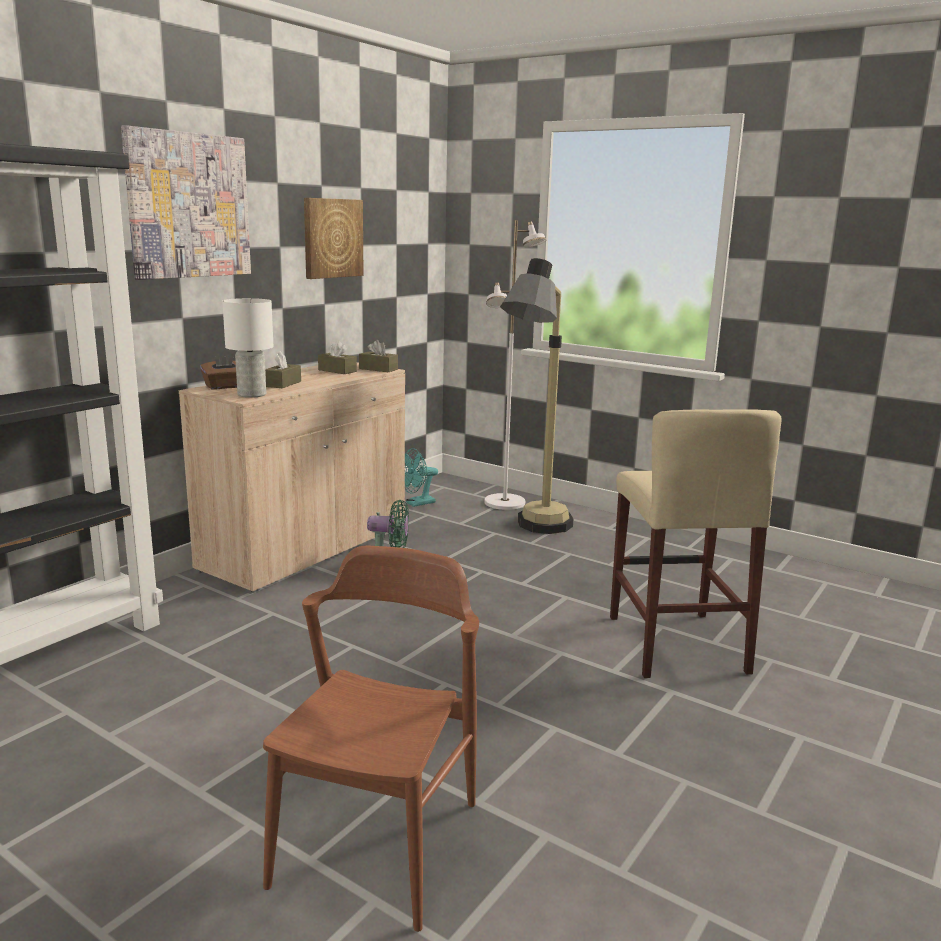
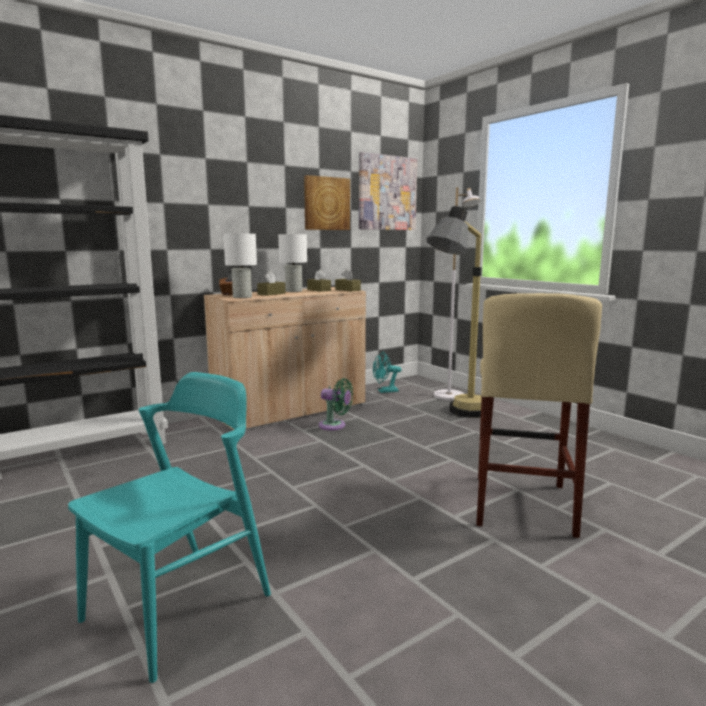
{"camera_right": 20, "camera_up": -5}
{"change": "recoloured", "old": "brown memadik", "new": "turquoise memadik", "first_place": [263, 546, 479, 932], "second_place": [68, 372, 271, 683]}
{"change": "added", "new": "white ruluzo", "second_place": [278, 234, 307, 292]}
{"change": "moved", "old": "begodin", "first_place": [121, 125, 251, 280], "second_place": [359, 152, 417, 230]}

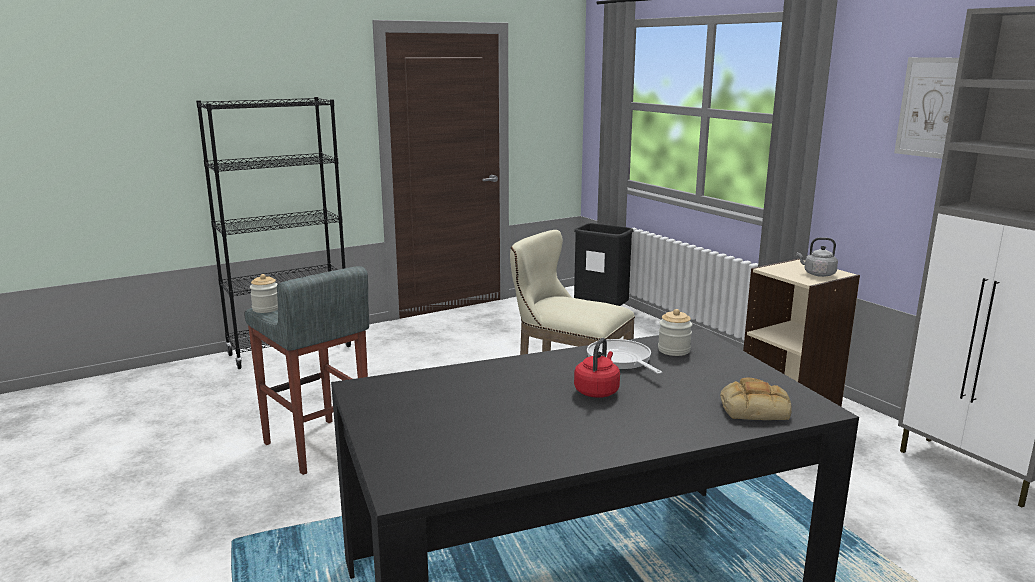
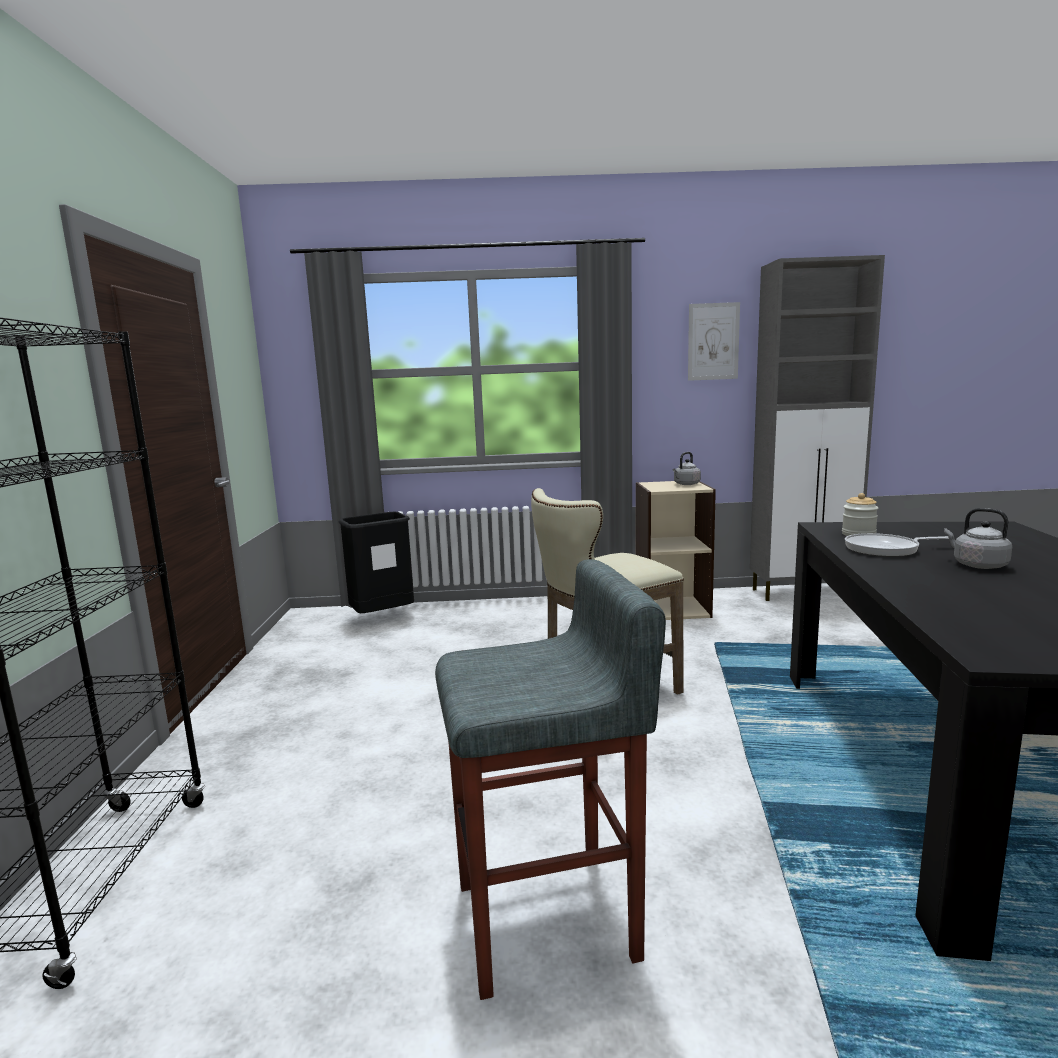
{"camera_right": -60, "camera_up": -5}
{"change": "recoloured", "old": "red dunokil", "new": "grey dunokil", "first_place": [574, 338, 620, 398], "second_place": [944, 508, 1012, 569]}
{"change": "removed", "old": "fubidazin", "first_place": [250, 274, 278, 313]}
{"change": "removed", "old": "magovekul", "first_place": [720, 378, 791, 420]}

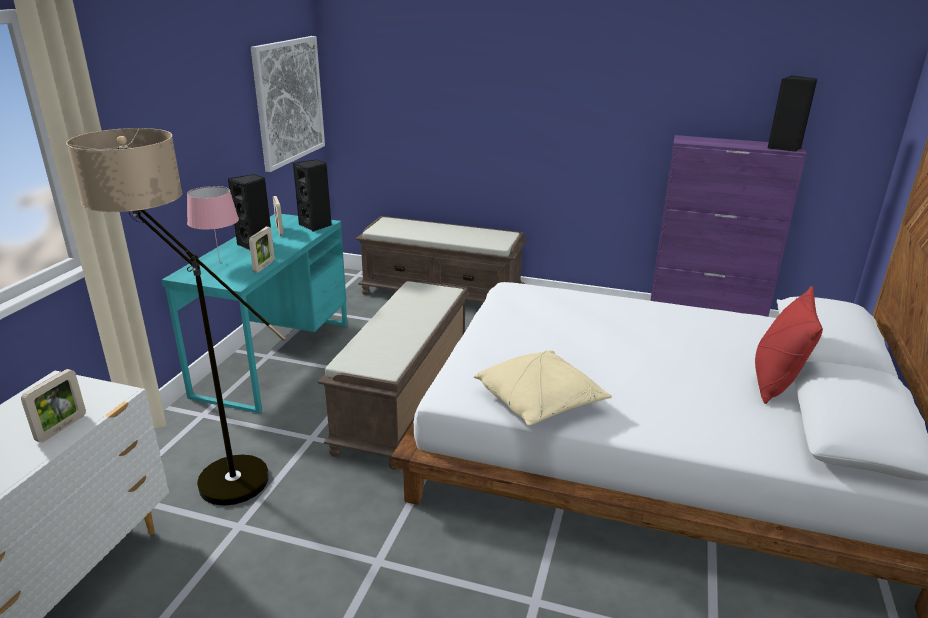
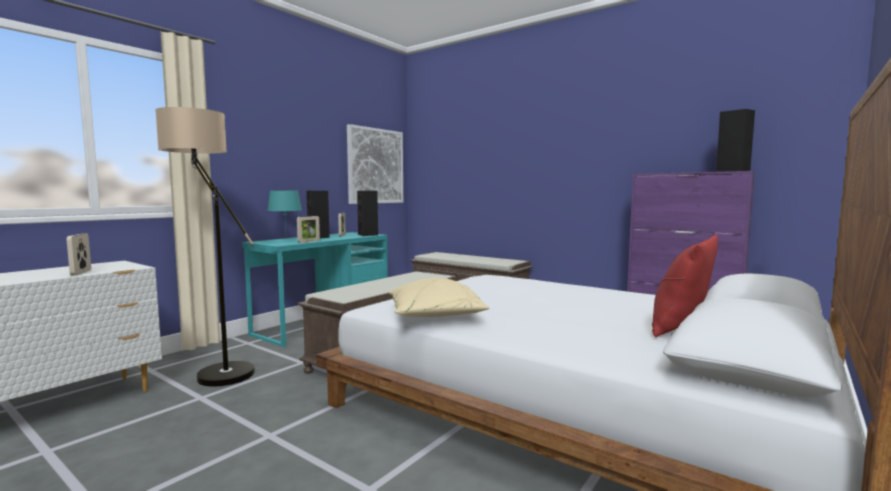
{"camera_right": 20, "camera_up": -20}
{"change": "turned", "old": "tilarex", "first_place": [21, 369, 86, 442], "second_place": [67, 233, 91, 276], "degrees": 120}
{"change": "recoloured", "old": "pink ruluzo", "new": "turquoise ruluzo", "first_place": [187, 186, 239, 262], "second_place": [268, 190, 302, 230]}

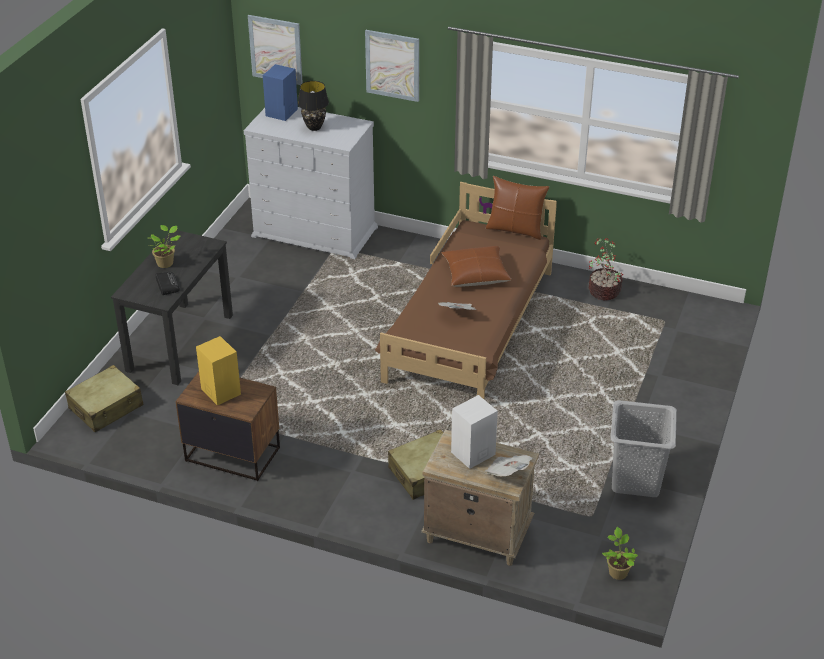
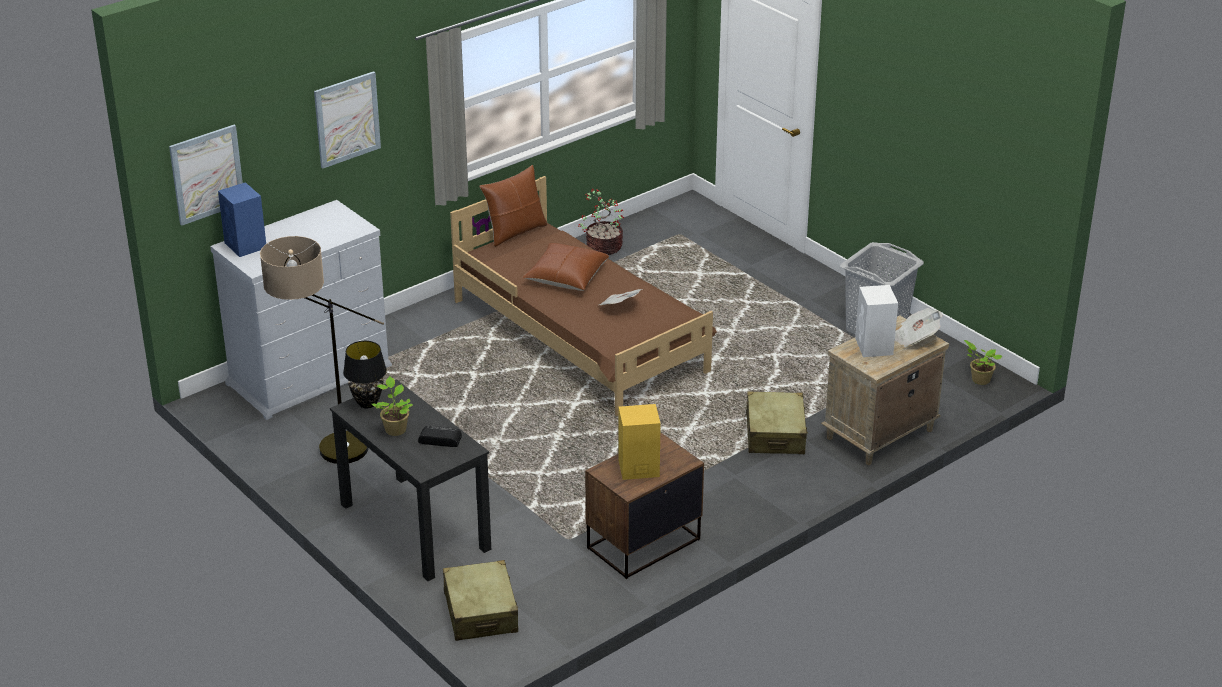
{"camera_right": -60, "camera_up": -5}
{"change": "added", "new": "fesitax", "second_place": [260, 236, 384, 464]}
{"change": "moved", "old": "black ruluzo", "first_place": [298, 81, 329, 131], "second_place": [343, 341, 387, 408]}

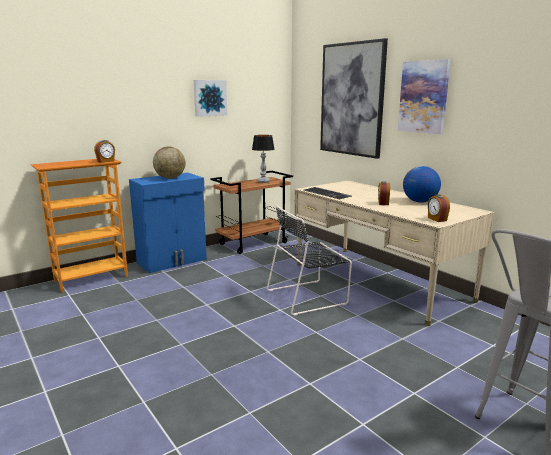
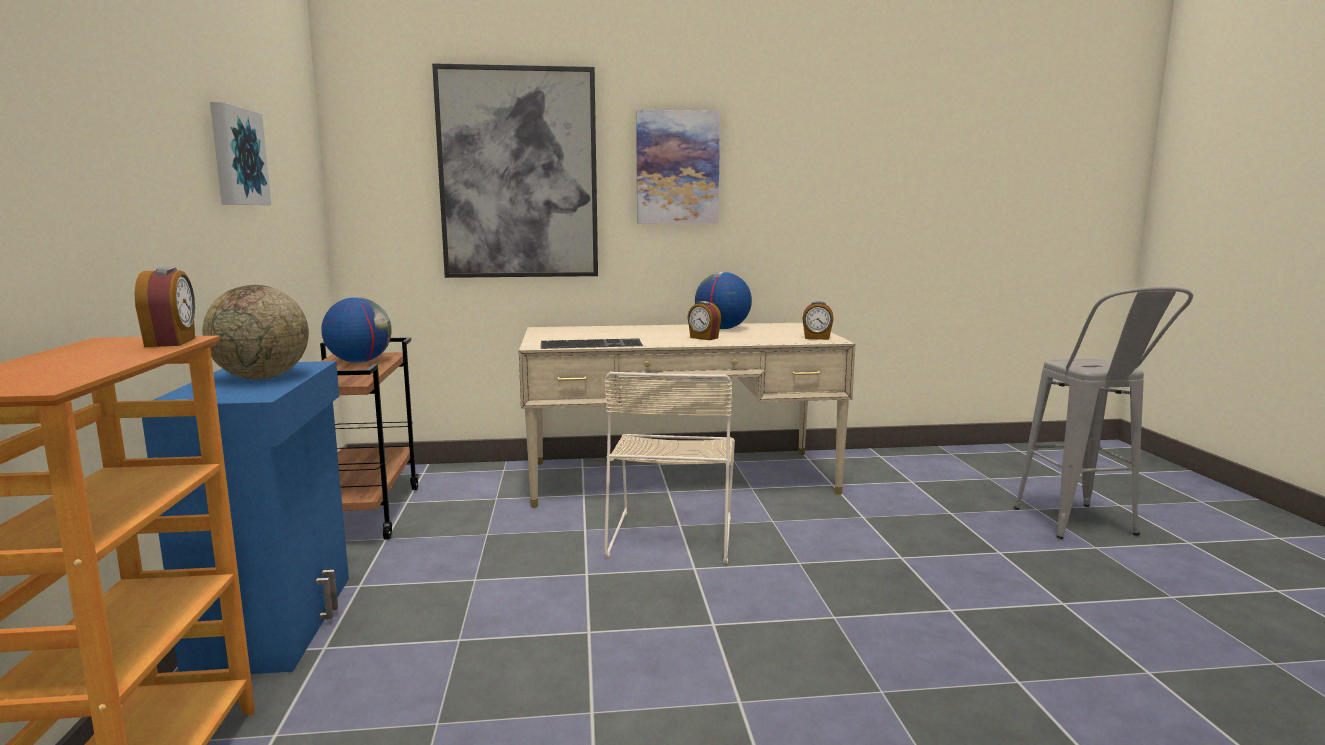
{"camera_right": -60, "camera_up": -5}
{"change": "replaced", "old": "ruluzo", "new": "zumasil", "first_place": [252, 135, 274, 183], "second_place": [321, 297, 392, 363]}
{"change": "recoloured", "old": "black memadik", "new": "beige memadik", "first_place": [267, 205, 352, 316], "second_place": [604, 372, 735, 564]}

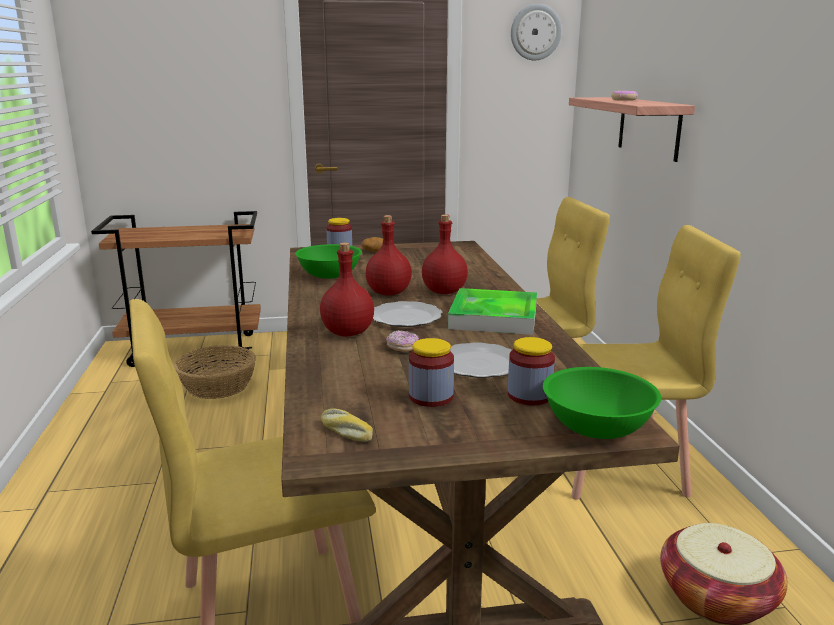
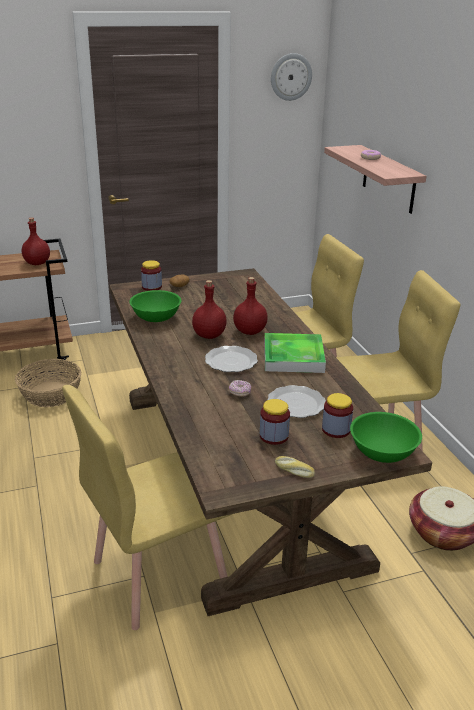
{"camera_right": -10, "camera_up": 10}
{"change": "moved", "old": "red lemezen", "first_place": [320, 243, 374, 337], "second_place": [22, 218, 50, 265]}
{"change": "moved", "old": "magovekul", "first_place": [321, 409, 373, 442], "second_place": [275, 456, 315, 478]}

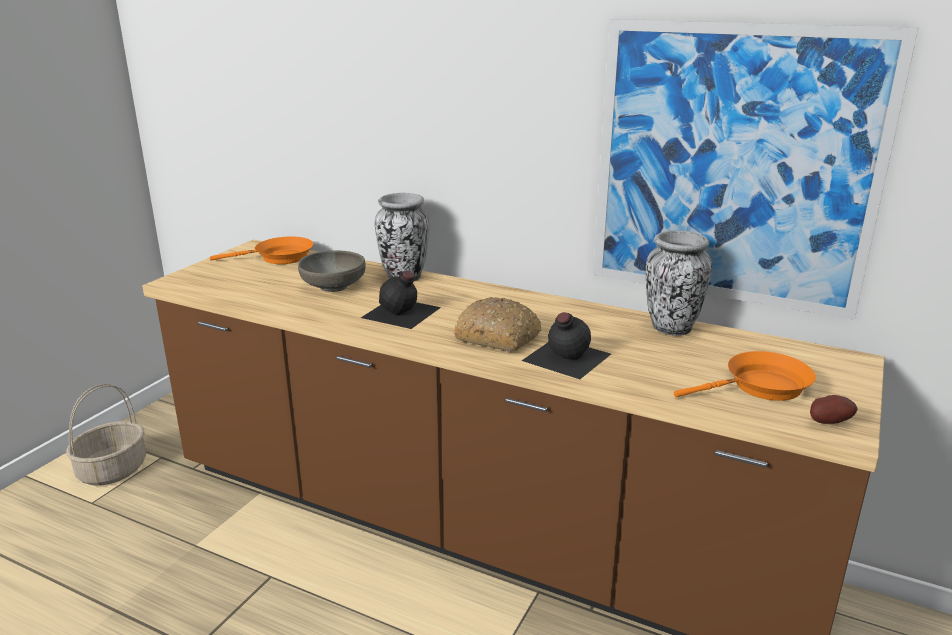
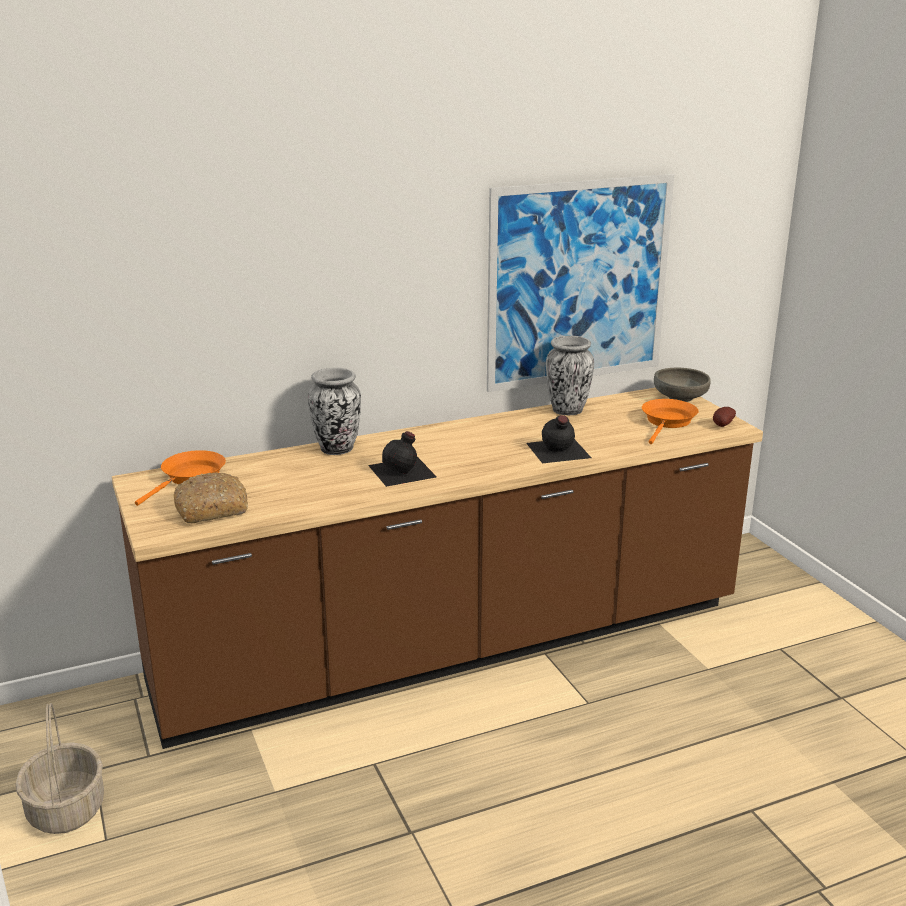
{"camera_right": -50, "camera_up": 0}
{"change": "moved", "old": "magovekul", "first_place": [453, 297, 541, 352], "second_place": [174, 473, 248, 523]}
{"change": "moved", "old": "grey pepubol", "first_place": [298, 251, 366, 292], "second_place": [654, 368, 711, 402]}

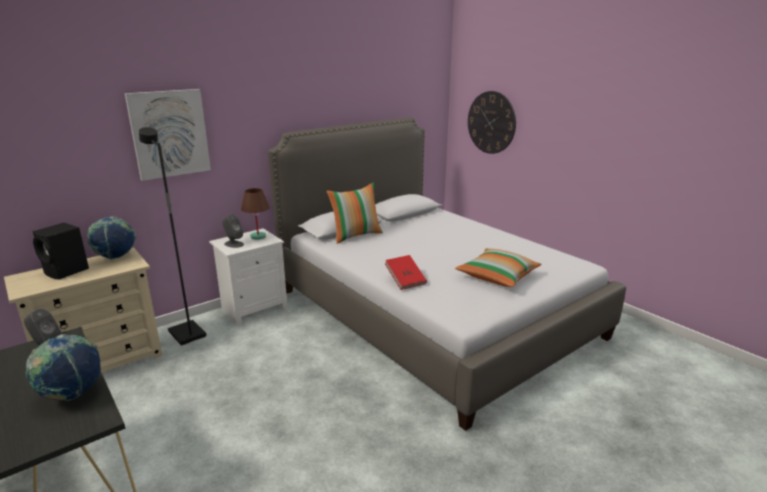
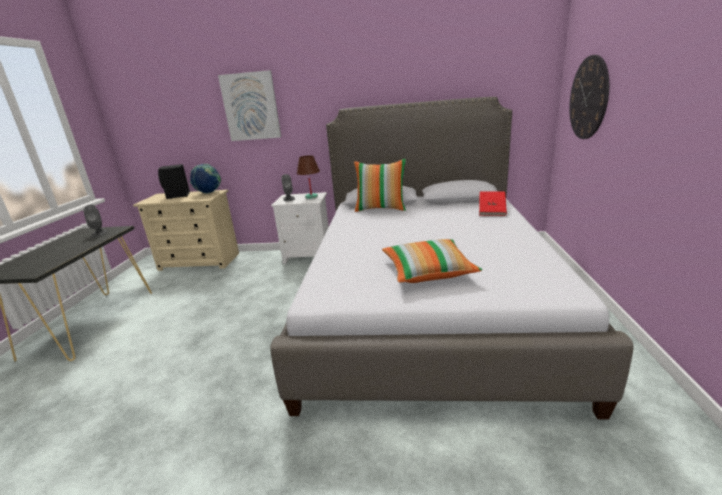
{"camera_right": 45, "camera_up": 0}
{"change": "moved", "old": "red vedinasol", "first_place": [385, 255, 427, 290], "second_place": [479, 192, 507, 216]}
{"change": "removed", "old": "zumasil", "first_place": [25, 334, 101, 401]}
{"change": "removed", "old": "black fesitax", "first_place": [139, 127, 206, 346]}

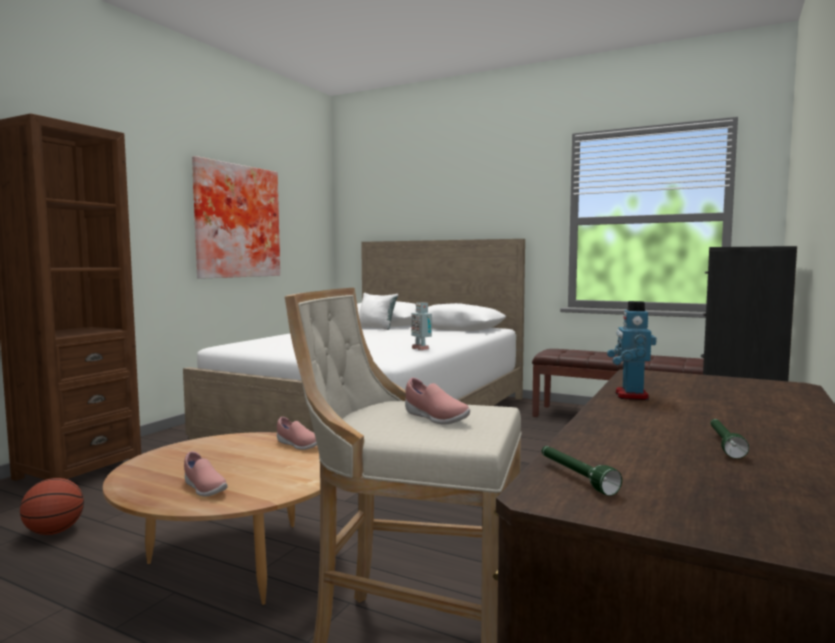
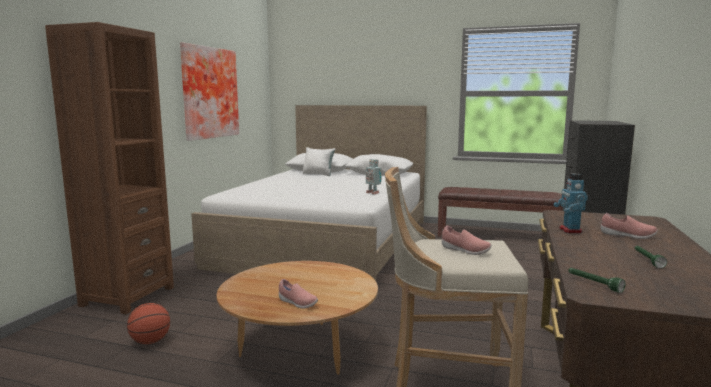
{"camera_right": -10, "camera_up": 5}
{"change": "moved", "old": "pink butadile", "first_place": [277, 417, 317, 450], "second_place": [601, 213, 658, 239]}

